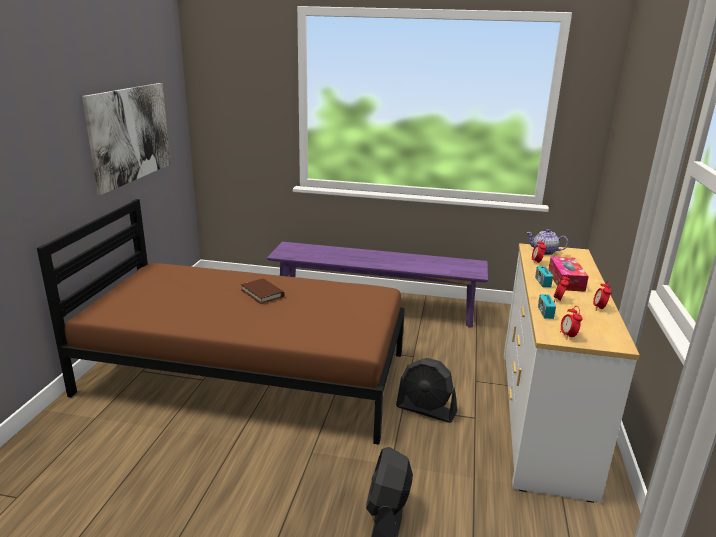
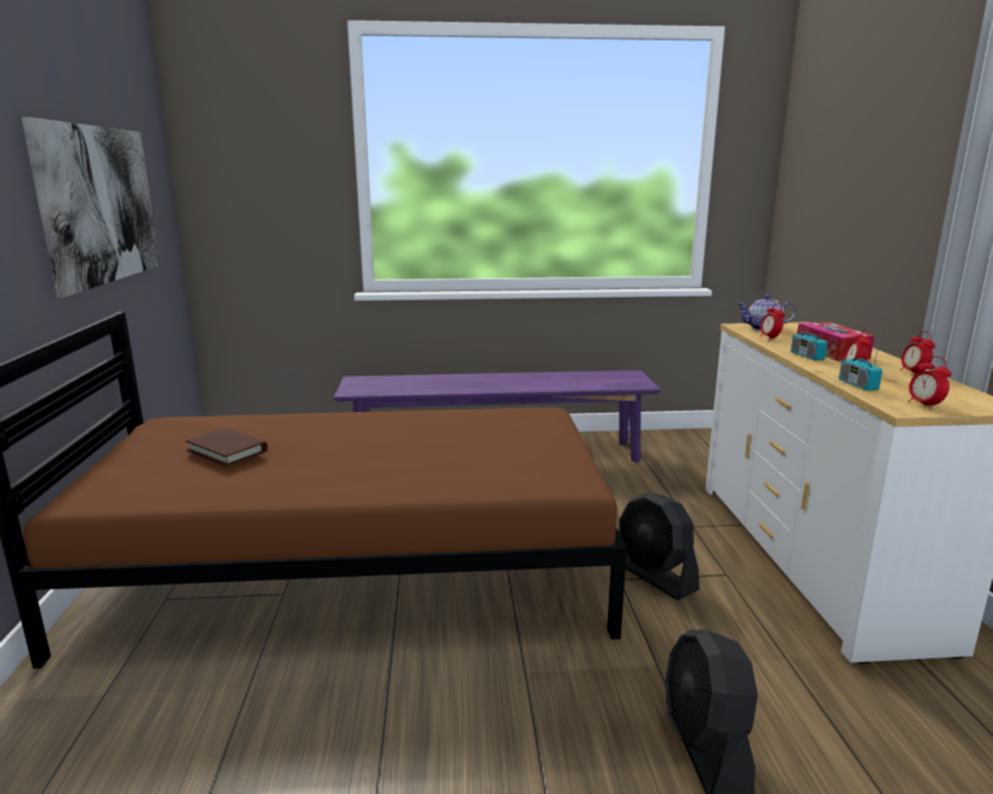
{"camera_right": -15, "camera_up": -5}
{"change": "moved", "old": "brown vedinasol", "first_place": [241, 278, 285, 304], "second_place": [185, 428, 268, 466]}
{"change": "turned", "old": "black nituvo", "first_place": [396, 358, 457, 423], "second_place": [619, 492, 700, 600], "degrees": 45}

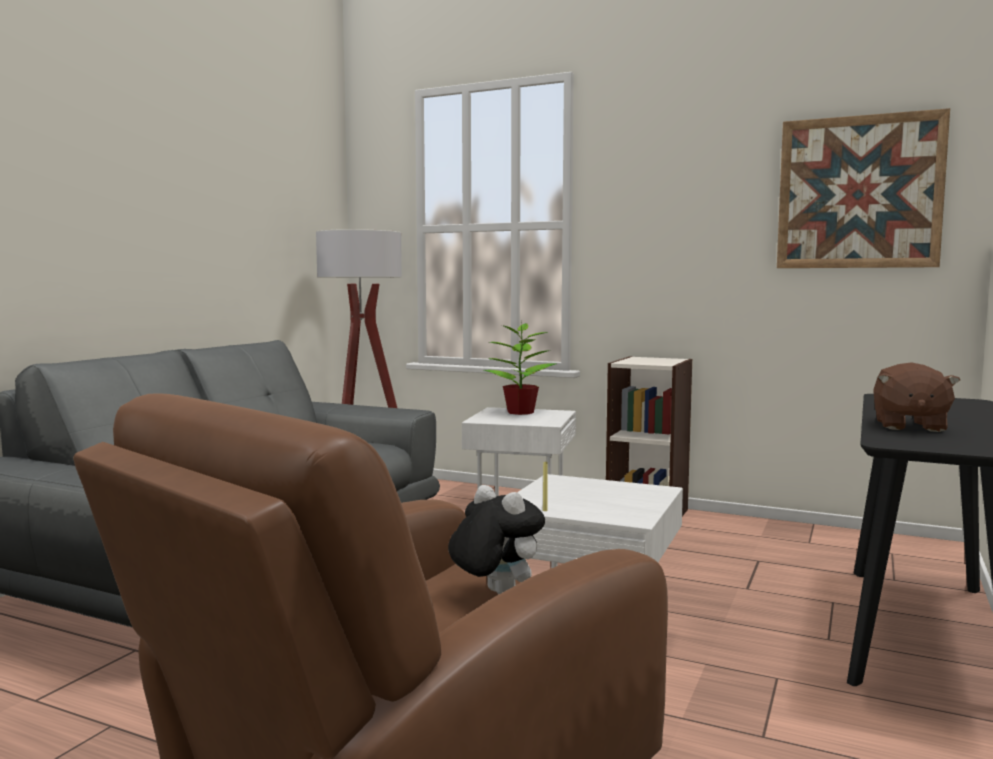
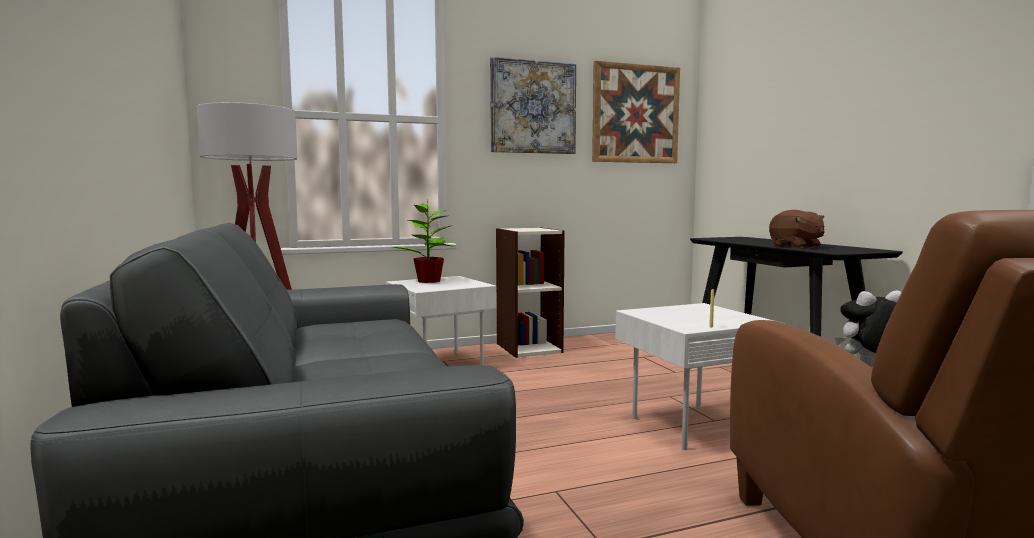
{"camera_right": -45, "camera_up": 0}
{"change": "added", "new": "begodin", "second_place": [490, 57, 576, 154]}

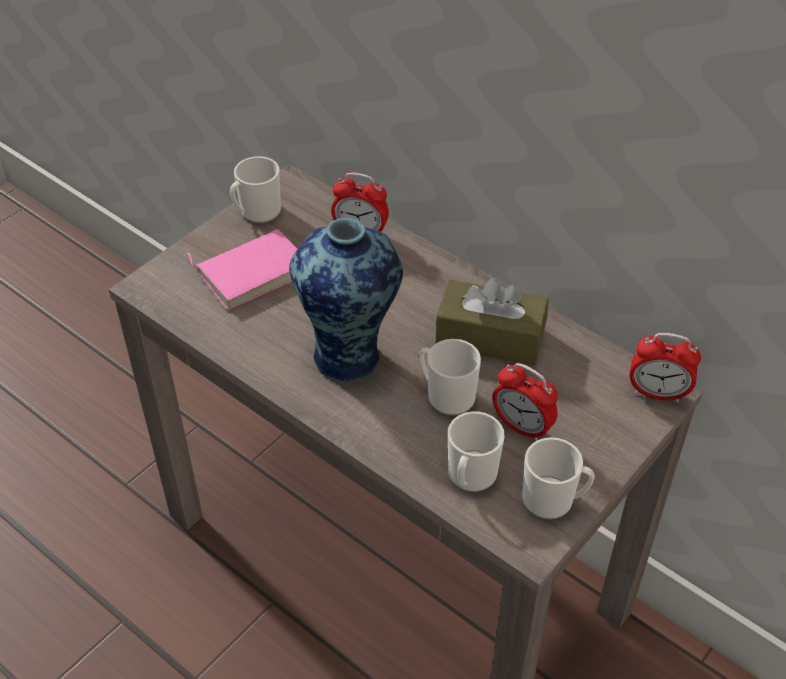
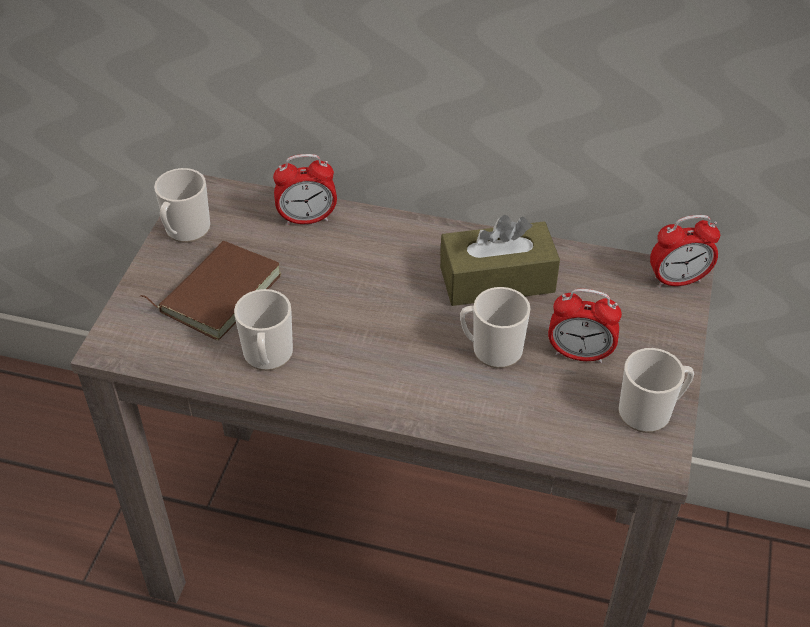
{"camera_right": -25, "camera_up": 0}
{"change": "recoloured", "old": "pink vedinasol", "new": "brown vedinasol", "first_place": [187, 229, 297, 309], "second_place": [141, 241, 282, 340]}
{"change": "moved", "old": "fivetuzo", "first_place": [448, 411, 504, 492], "second_place": [234, 289, 293, 371]}
{"change": "removed", "old": "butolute", "first_place": [289, 217, 403, 384]}

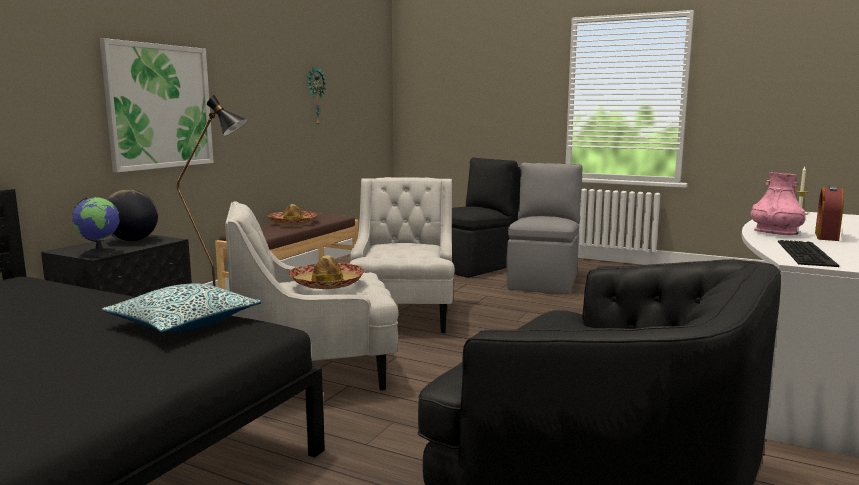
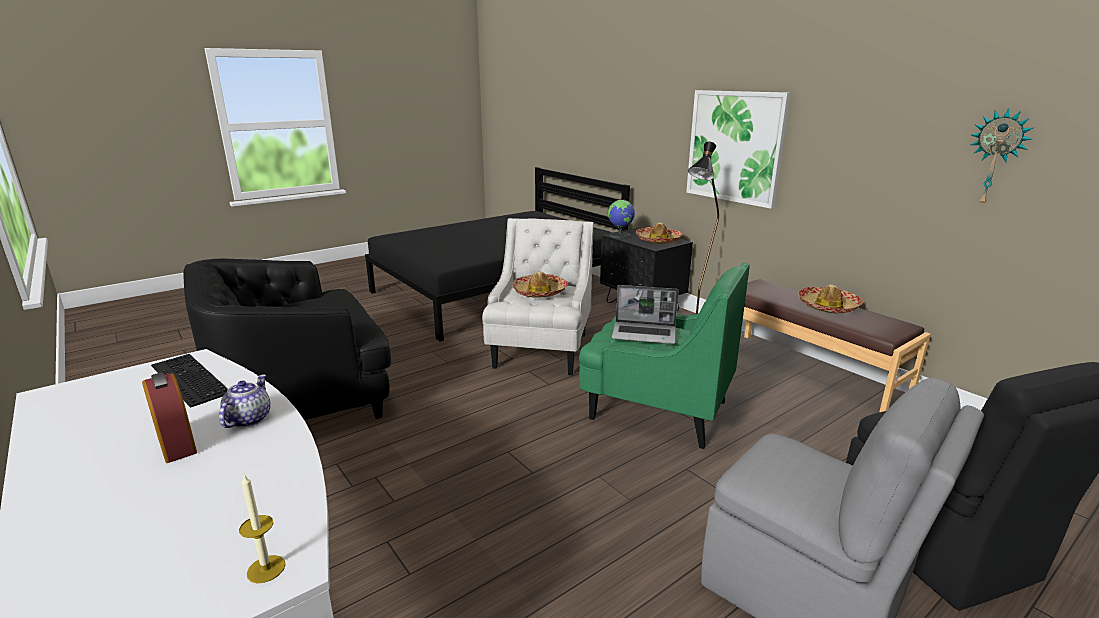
{"camera_right": 115, "camera_up": 10}
{"change": "replaced", "old": "pink butolute", "new": "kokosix", "first_place": [750, 172, 806, 235], "second_place": [219, 375, 271, 428]}
{"change": "recoloured", "old": "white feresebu", "new": "green feresebu", "first_place": [349, 177, 455, 333], "second_place": [579, 263, 750, 449]}
{"change": "added", "new": "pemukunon", "second_place": [612, 285, 679, 344]}
{"change": "replaced", "old": "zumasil", "new": "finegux", "first_place": [106, 189, 158, 242], "second_place": [636, 222, 683, 244]}
{"change": "removed", "old": "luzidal", "first_place": [102, 283, 261, 332]}

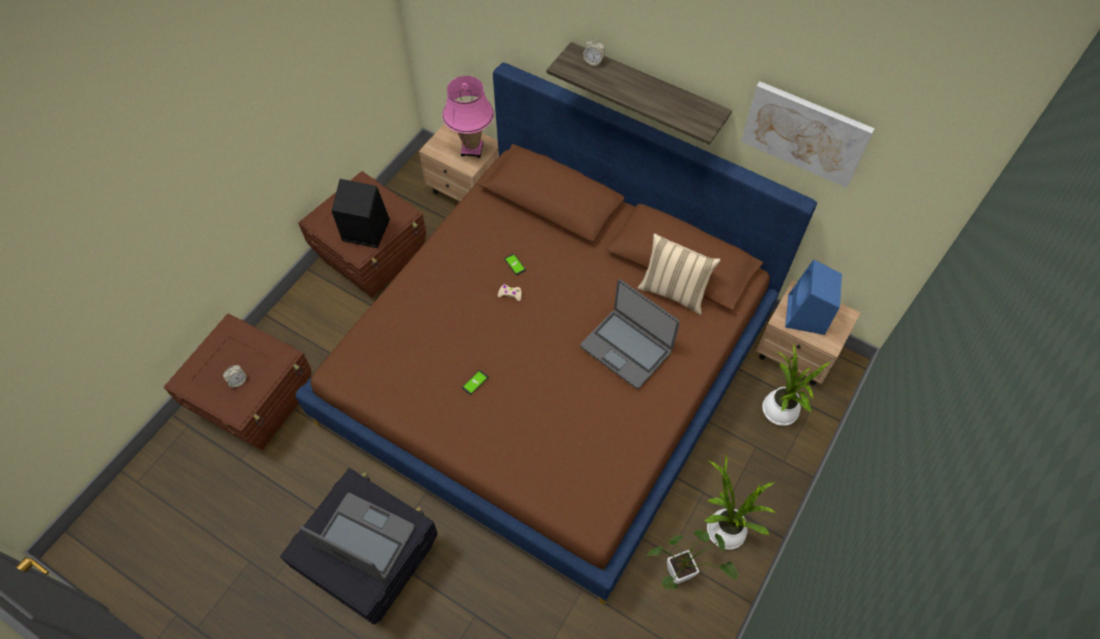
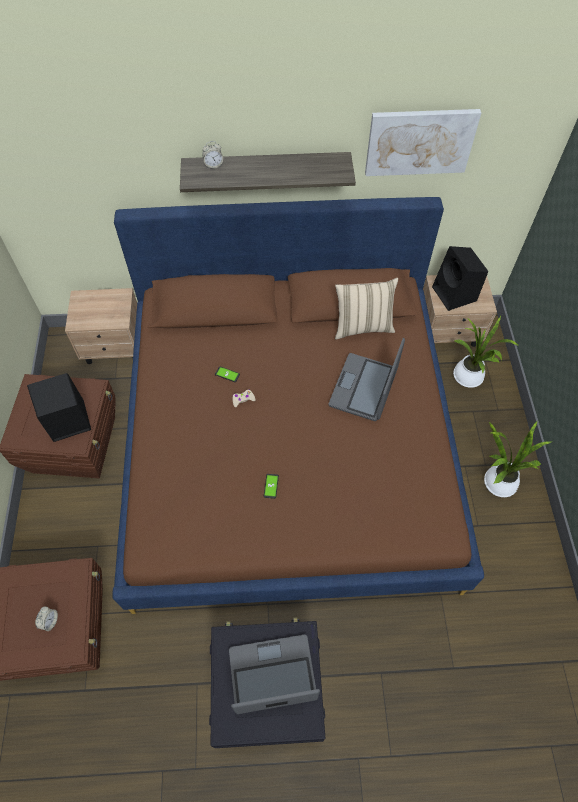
{"camera_right": -35, "camera_up": 0}
{"change": "turned", "old": "pemukunon", "first_place": [580, 279, 680, 389], "second_place": [329, 338, 405, 421], "degrees": 105}
{"change": "recoloured", "old": "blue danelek", "new": "black danelek", "first_place": [785, 259, 842, 335], "second_place": [432, 246, 488, 311]}
{"change": "removed", "old": "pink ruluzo", "first_place": [442, 76, 494, 158]}
{"change": "removed", "old": "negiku", "first_place": [647, 529, 738, 590]}

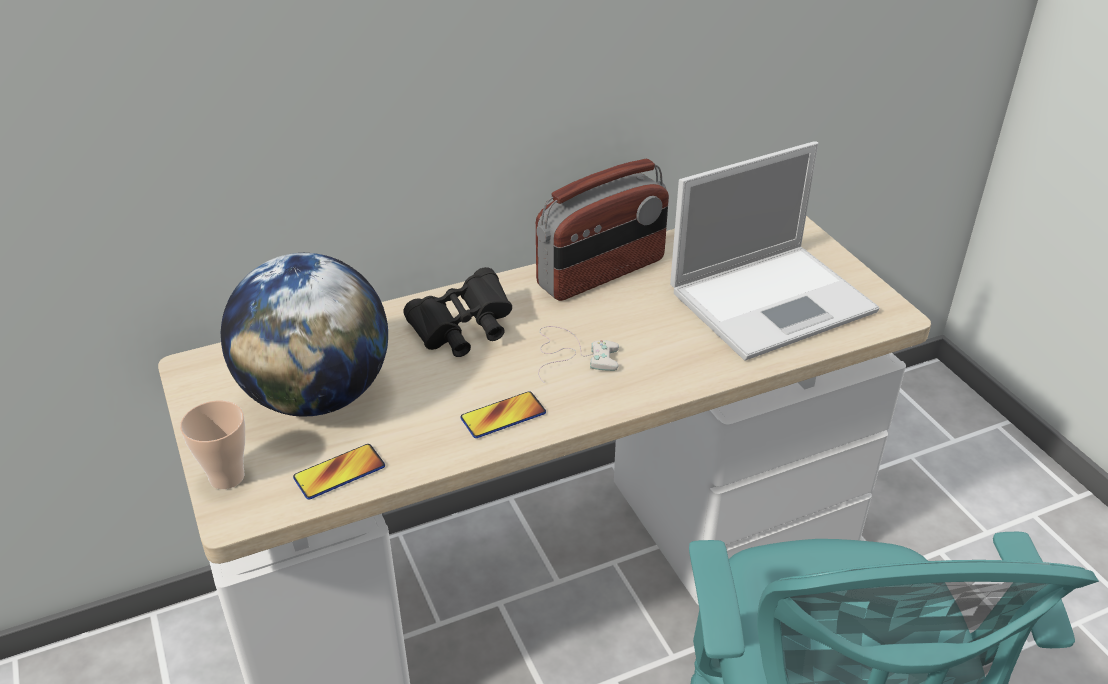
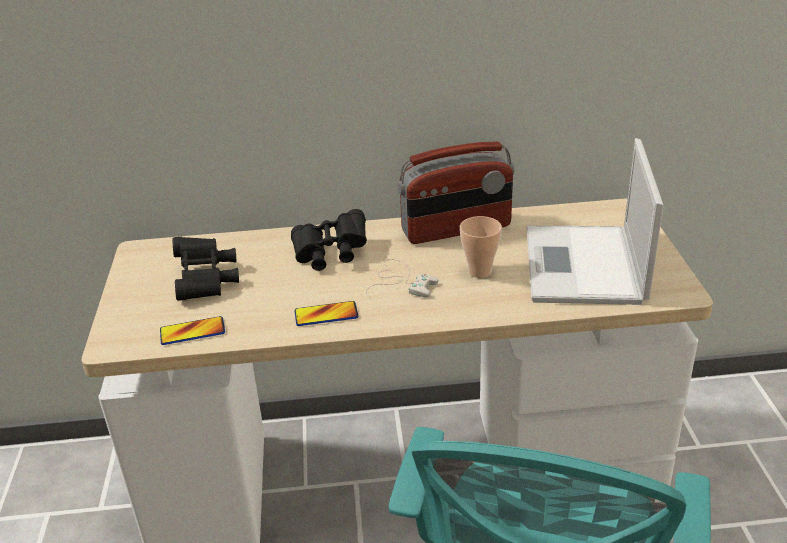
{"camera_right": 20, "camera_up": -5}
{"change": "replaced", "old": "zumasil", "new": "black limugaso", "first_place": [221, 253, 388, 417], "second_place": [172, 237, 239, 300]}
{"change": "moved", "old": "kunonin", "first_place": [180, 400, 245, 489], "second_place": [460, 216, 502, 278]}
{"change": "turned", "old": "pemukunon", "first_place": [670, 141, 879, 361], "second_place": [527, 138, 664, 305], "degrees": 105}

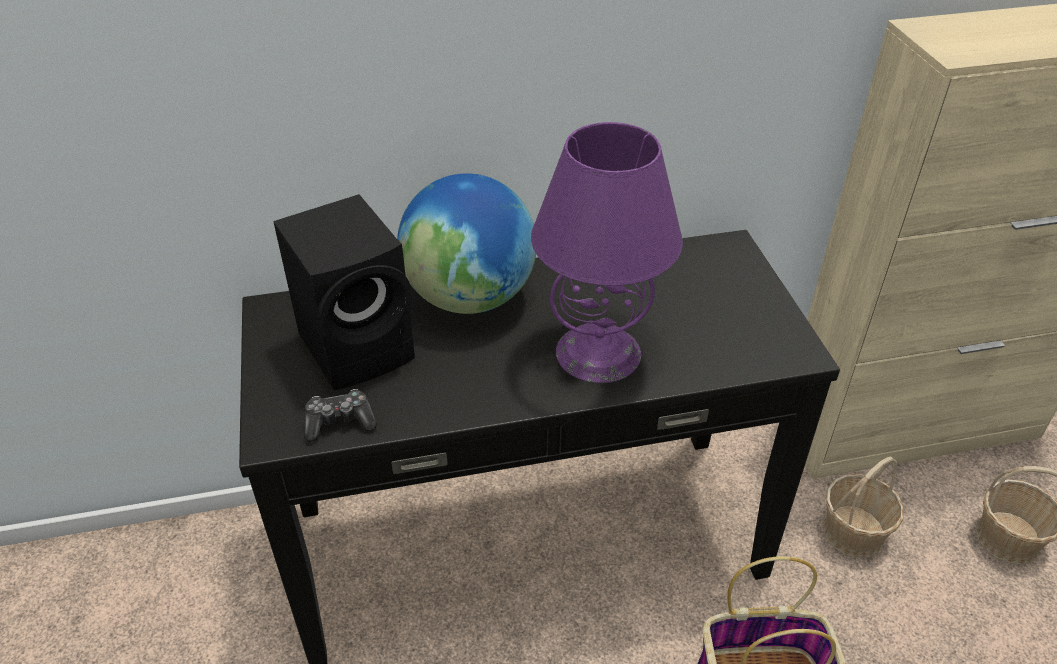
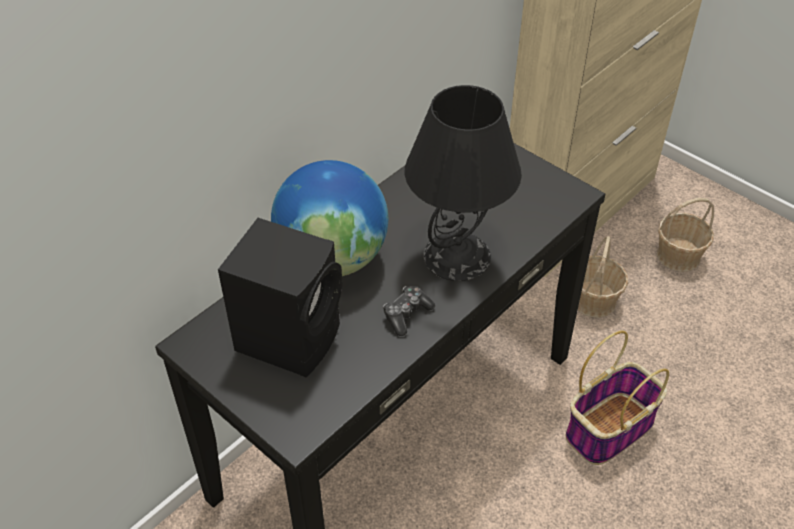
{"camera_right": -35, "camera_up": 5}
{"change": "moved", "old": "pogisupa", "first_place": [304, 389, 377, 442], "second_place": [383, 286, 435, 336]}
{"change": "recoloured", "old": "purple ruluzo", "new": "black ruluzo", "first_place": [531, 122, 683, 383], "second_place": [405, 85, 522, 281]}

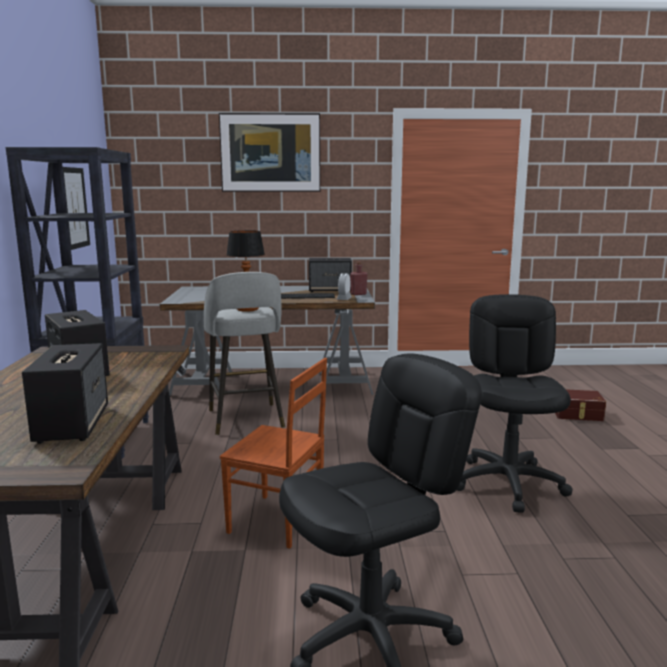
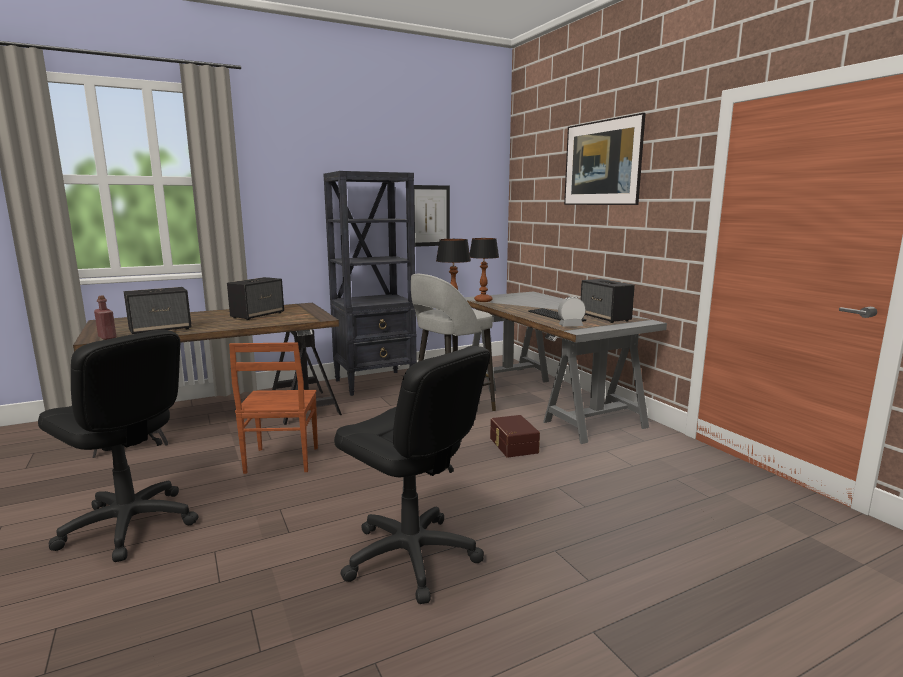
{"camera_right": 65, "camera_up": 0}
{"change": "moved", "old": "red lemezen", "first_place": [350, 262, 367, 295], "second_place": [94, 296, 116, 340]}
{"change": "turned", "old": "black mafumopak", "first_place": [457, 294, 572, 513], "second_place": [334, 346, 490, 604], "degrees": 60}
{"change": "added", "new": "ruluzo", "second_place": [470, 238, 499, 302]}
{"change": "moved", "old": "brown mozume", "first_place": [555, 389, 606, 421], "second_place": [490, 415, 540, 458]}

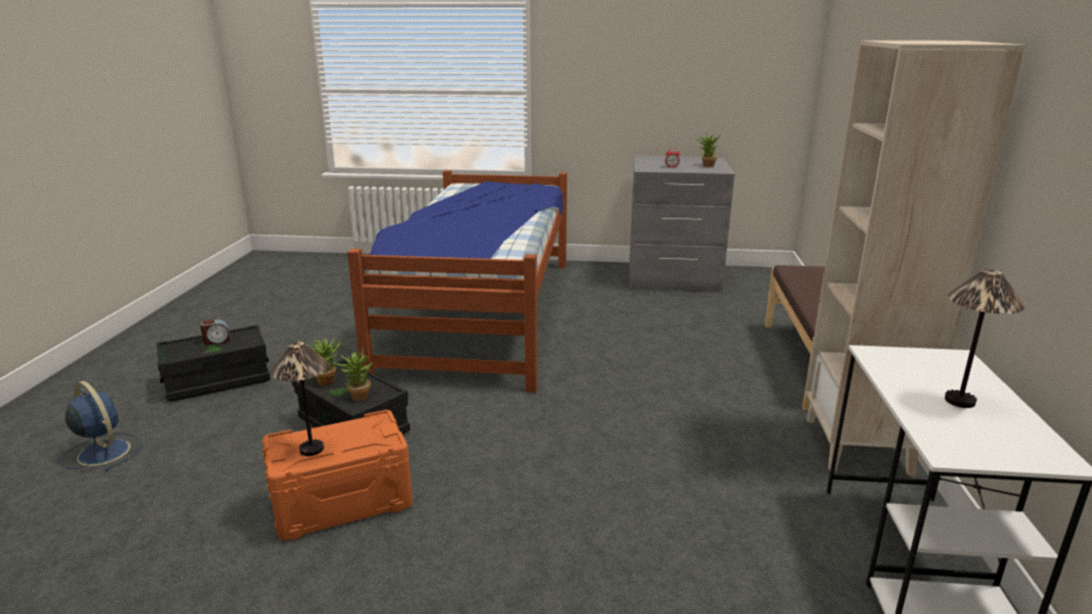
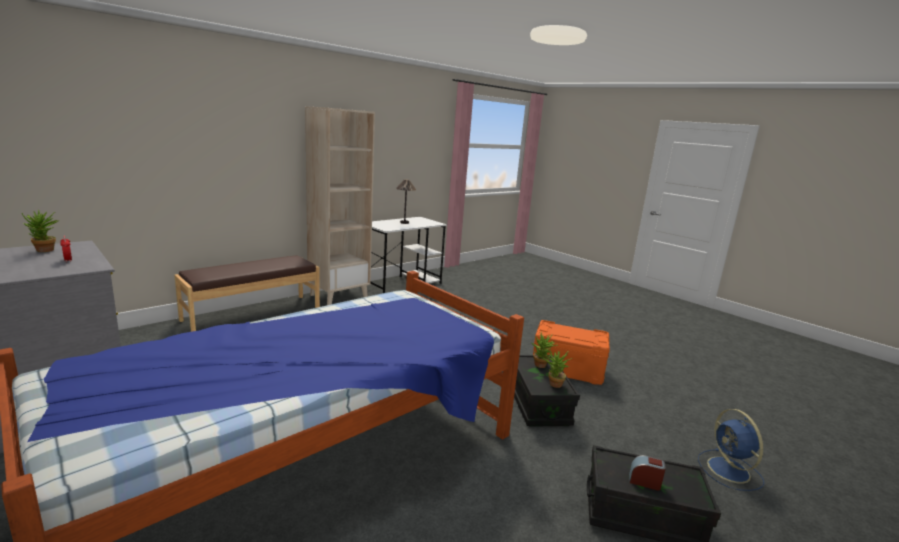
{"camera_right": -140, "camera_up": -5}
{"change": "removed", "old": "ruluzo", "first_place": [270, 342, 329, 456]}

